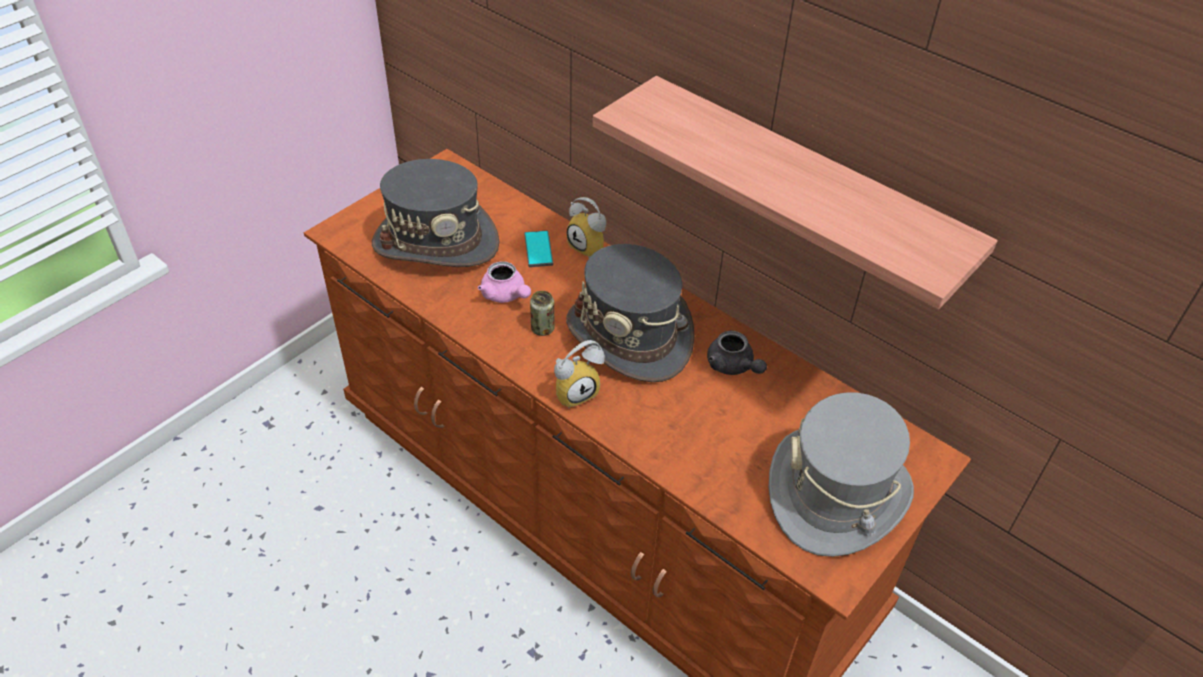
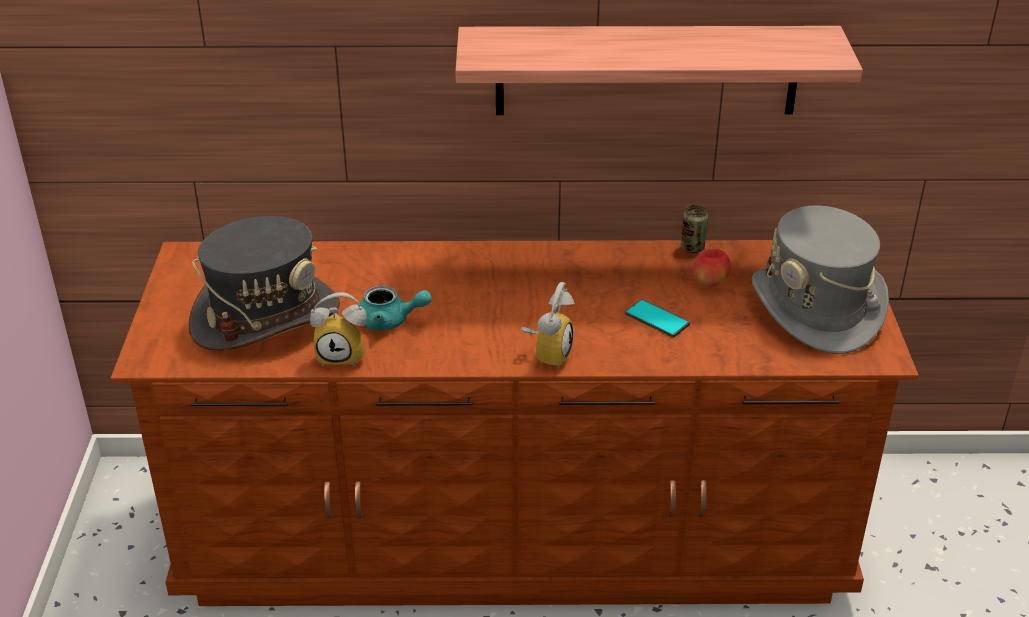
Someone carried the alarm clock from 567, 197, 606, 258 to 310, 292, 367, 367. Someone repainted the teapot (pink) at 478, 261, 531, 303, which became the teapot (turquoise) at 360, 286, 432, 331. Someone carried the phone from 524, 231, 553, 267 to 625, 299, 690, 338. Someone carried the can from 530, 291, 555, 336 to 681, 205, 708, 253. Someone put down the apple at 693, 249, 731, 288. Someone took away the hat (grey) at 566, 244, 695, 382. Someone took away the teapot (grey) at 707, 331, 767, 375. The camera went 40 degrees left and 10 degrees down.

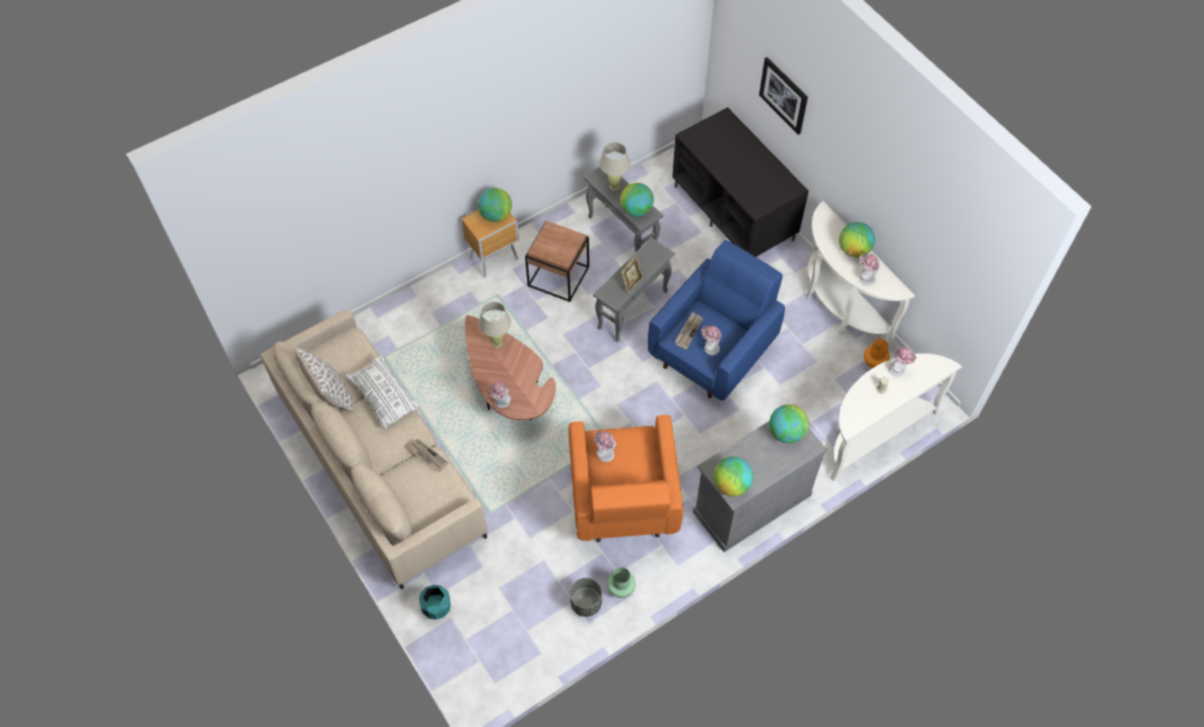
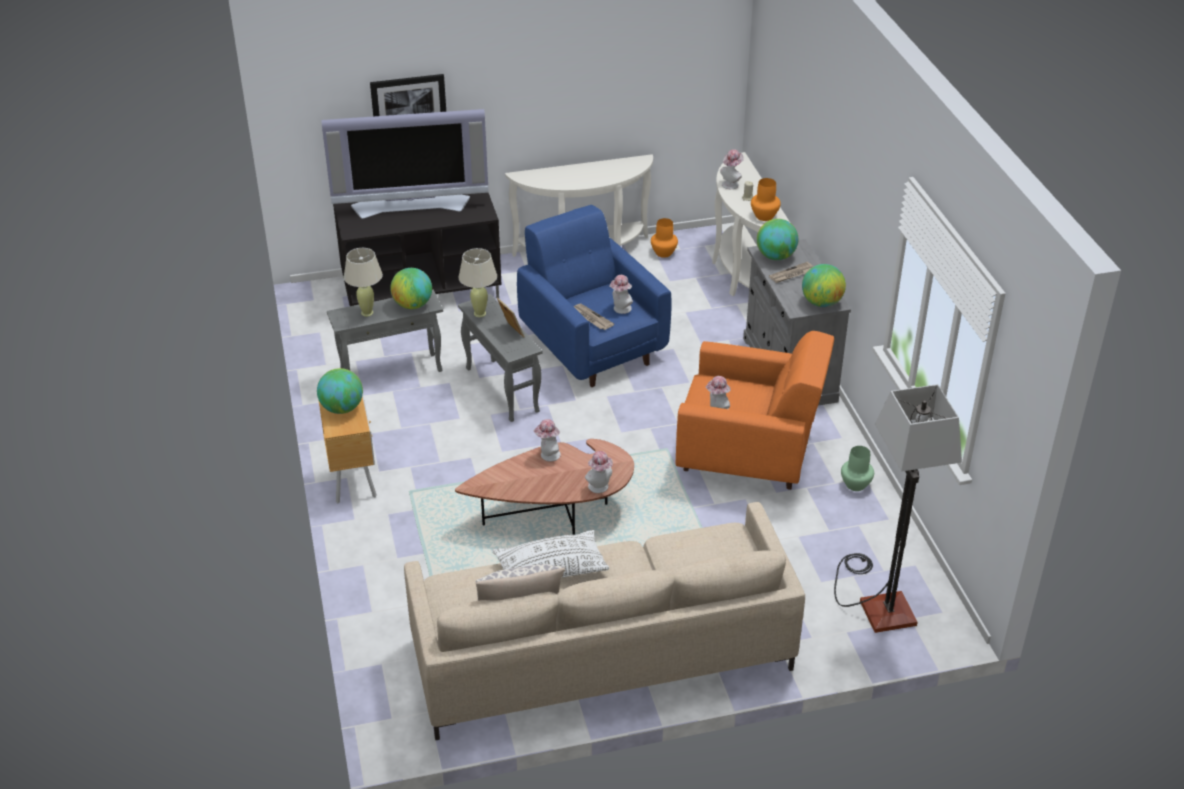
Someone put down the television at 321, 109, 489, 219. Someone carried the table lamp (beige) from 478, 302, 511, 348 to 458, 248, 497, 317. Someone carried the hat from 860, 254, 880, 286 to 533, 419, 561, 461. Someone put down the vase (orange) at 751, 178, 781, 221. Someone carried the newspaper from 408, 439, 449, 472 to 769, 262, 814, 283. Someone put down the floor lamp at 834, 384, 962, 633. Someone took away the planter (turquoise) at 419, 585, 451, 620. Someone took away the side table (brown) at 525, 221, 589, 302. Someone took away the planter (grey) at 570, 578, 602, 617. Someone took away the globe at 839, 222, 875, 257. The camera went 70 degrees left and 20 degrees down.

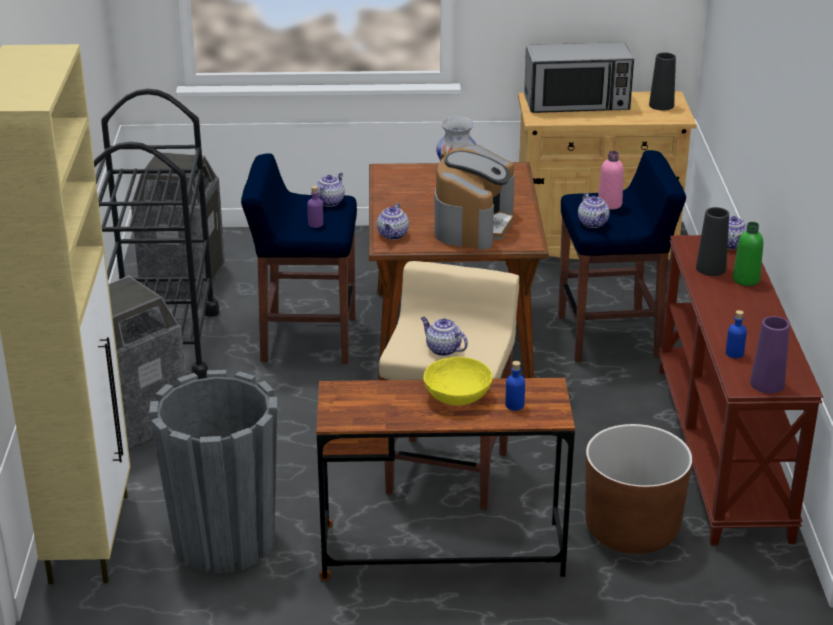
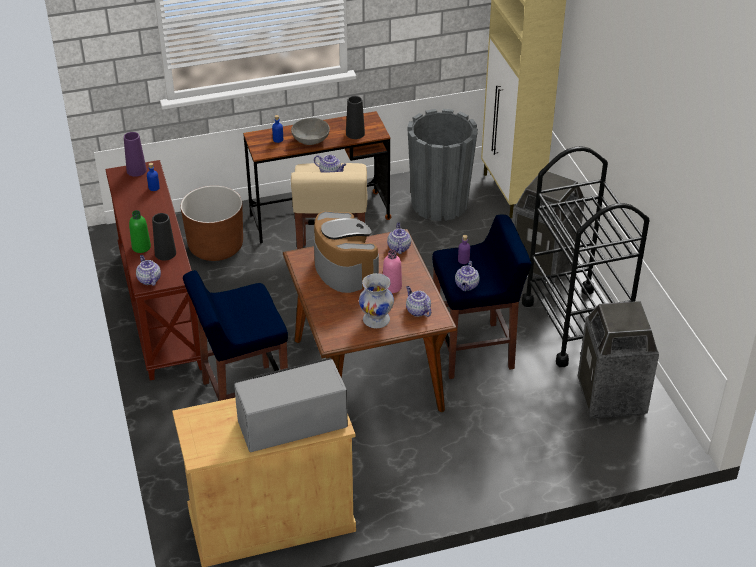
Someone repainted the bowl (yellow) at 423, 357, 493, 405, which became the bowl (grey) at 291, 118, 330, 145. Someone rotated the coffee machine at 434, 145, 515, 250 by 150 degrees clockwise. Someone carried the vase (black) from 649, 53, 676, 110 to 346, 96, 365, 139. Someone carried the bottle (pink) from 598, 151, 624, 210 to 383, 250, 402, 293. Someone carried the teapot from 578, 193, 610, 228 to 406, 286, 431, 317. The camera went 165 degrees right and 10 degrees up.

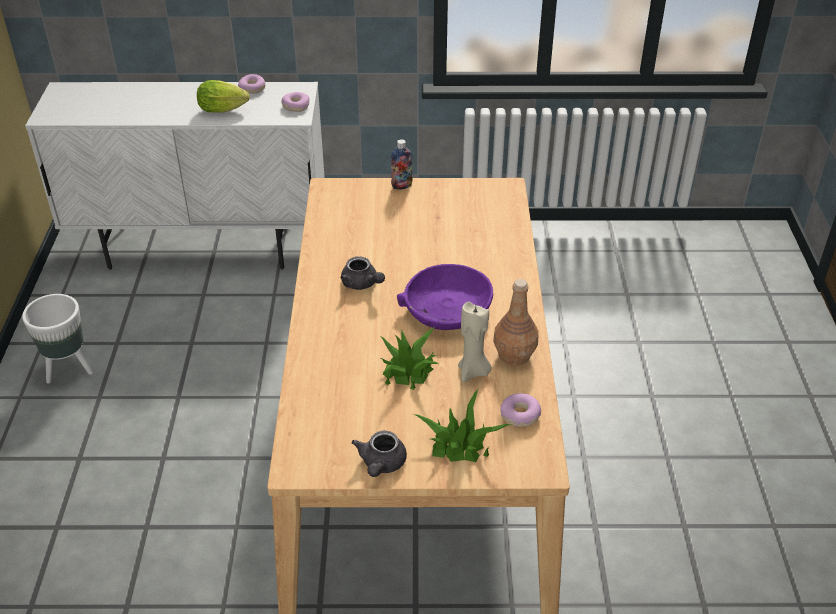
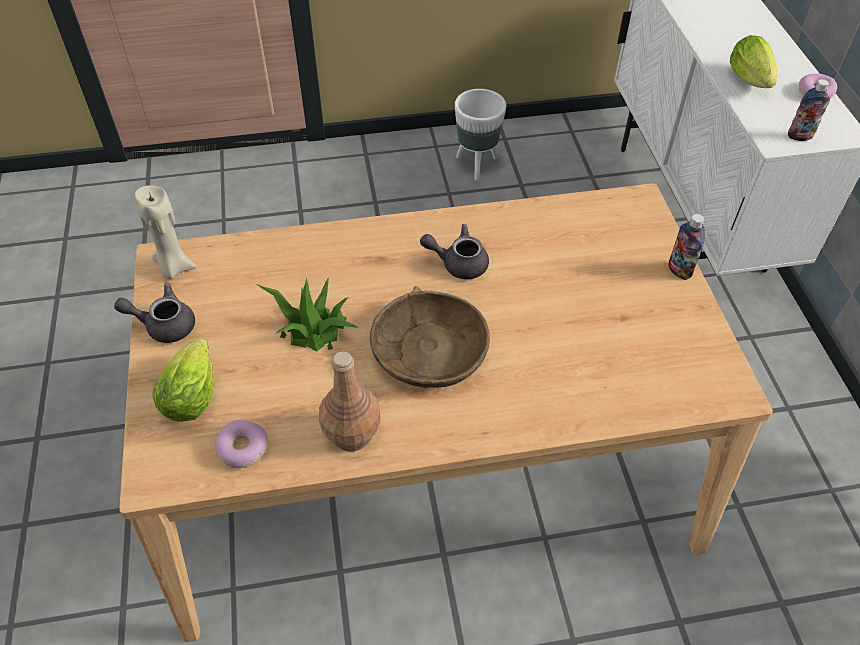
Someone carried the candle (beige) from 458, 302, 492, 382 to 134, 185, 197, 279. Someone swapped the potted plant at 413, 389, 512, 462 for the lettuce at 152, 338, 215, 421. Someone repainted the bowl (purple) at 397, 264, 493, 330, which became the bowl (brown) at 370, 286, 490, 388. Someone rotated the teapot (grey) at 340, 256, 385, 290 by 60 degrees clockwise. Someone swapped the donut at 281, 92, 310, 112 for the bottle at 788, 79, 830, 141. The camera went 80 degrees right and 10 degrees up.

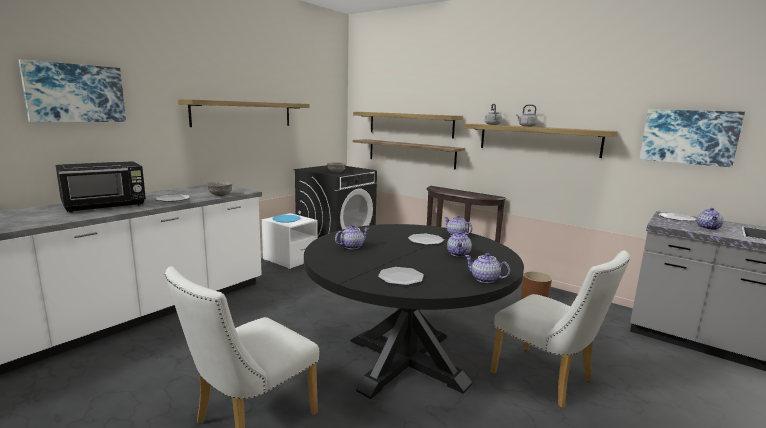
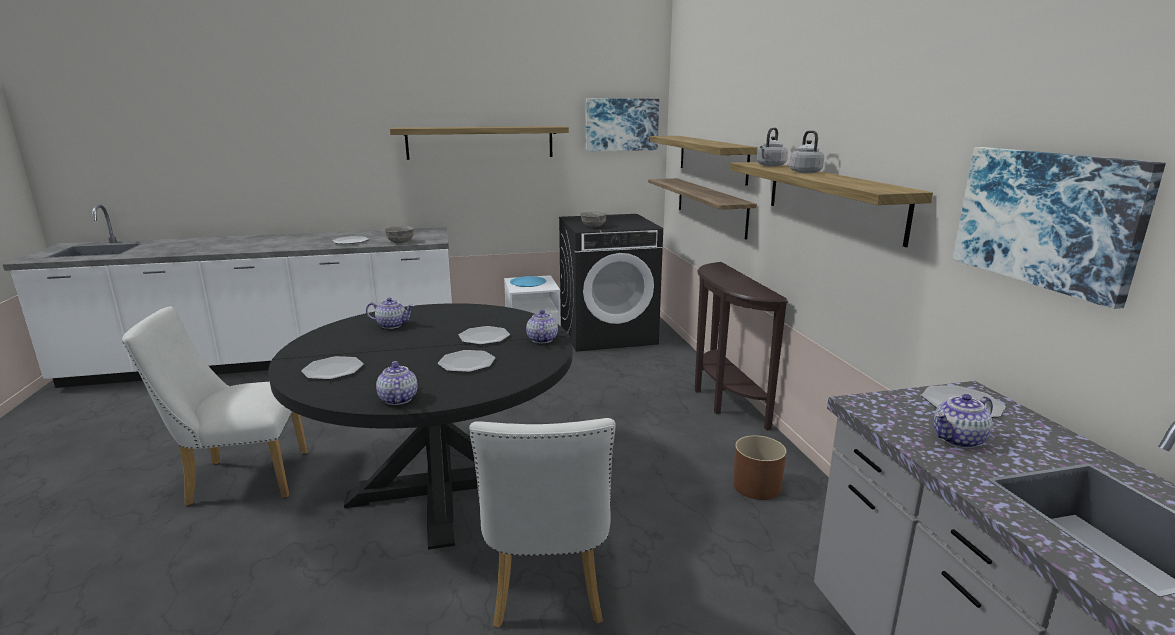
Someone swapped the teapot at 447, 231, 472, 257 for the plate at 438, 350, 495, 372. Someone carried the picture from 19, 59, 126, 122 to 586, 99, 659, 151. Someone took away the microwave (black) at 56, 161, 146, 213. The camera went 40 degrees right and 5 degrees up.

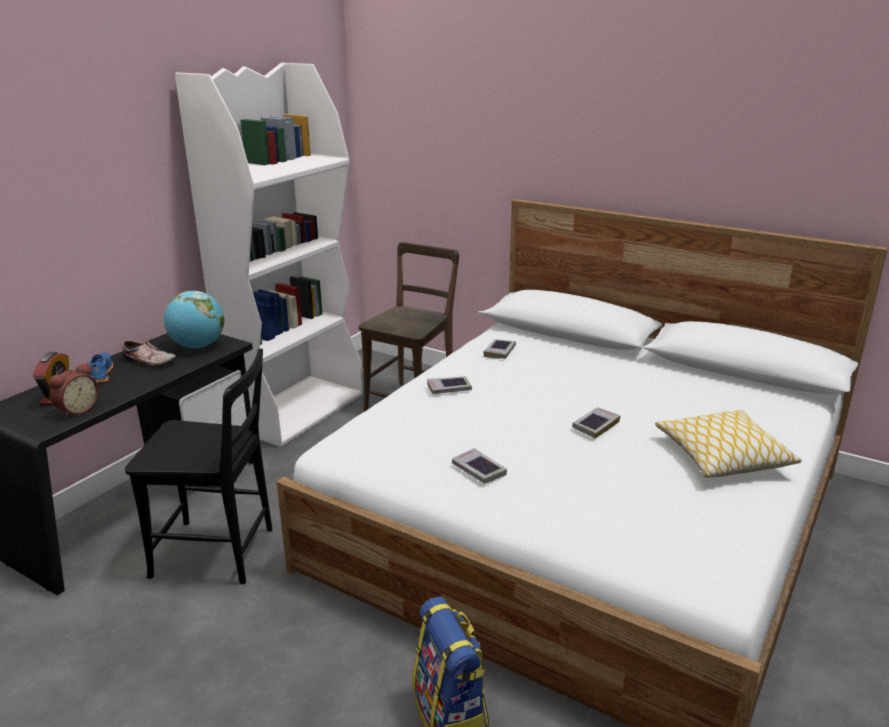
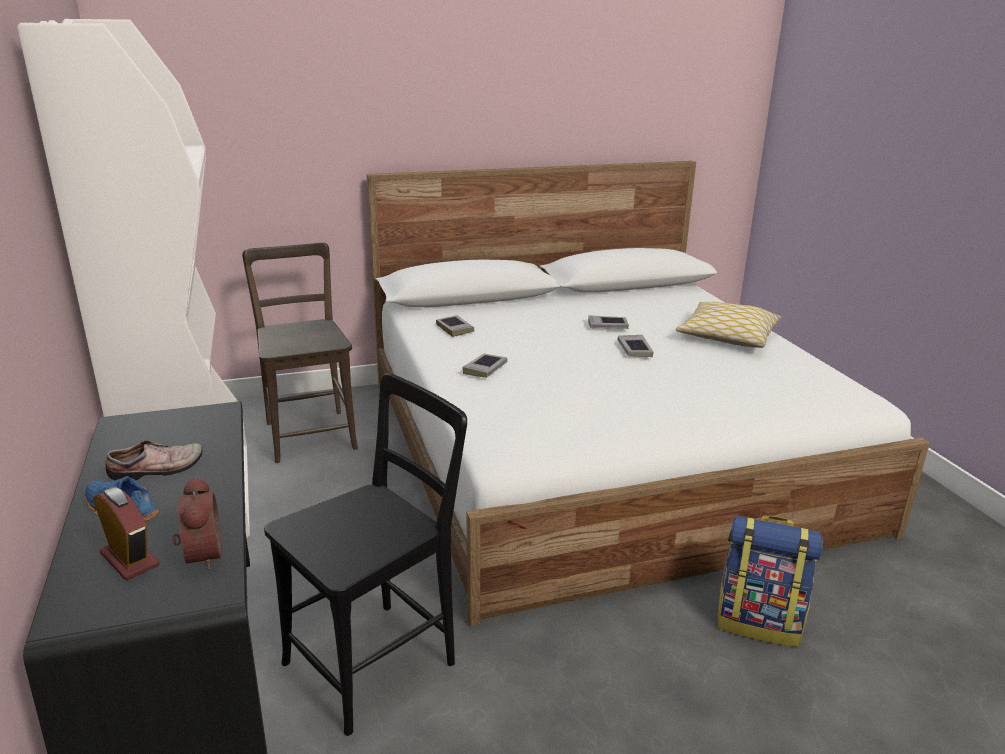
Someone carried the book from 452, 448, 507, 484 to 588, 315, 629, 329. Someone took away the globe at 164, 291, 224, 348. The camera went 50 degrees left and 0 degrees up.

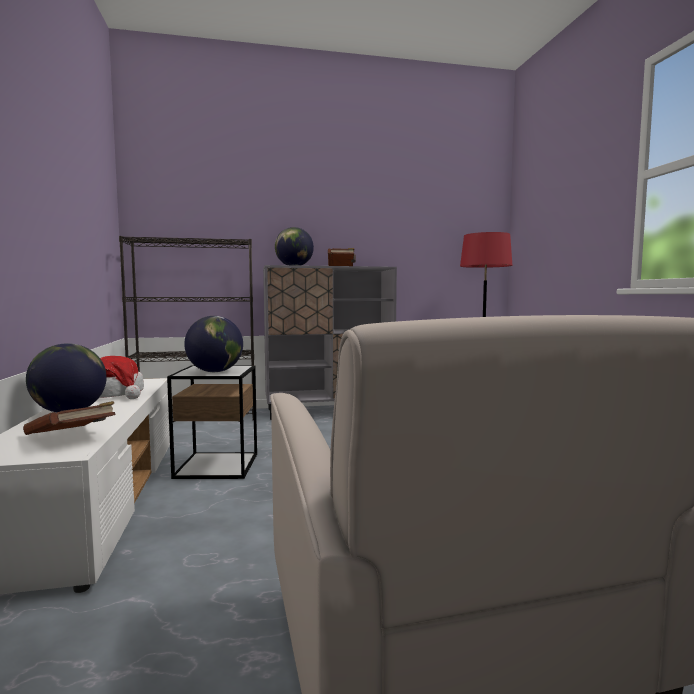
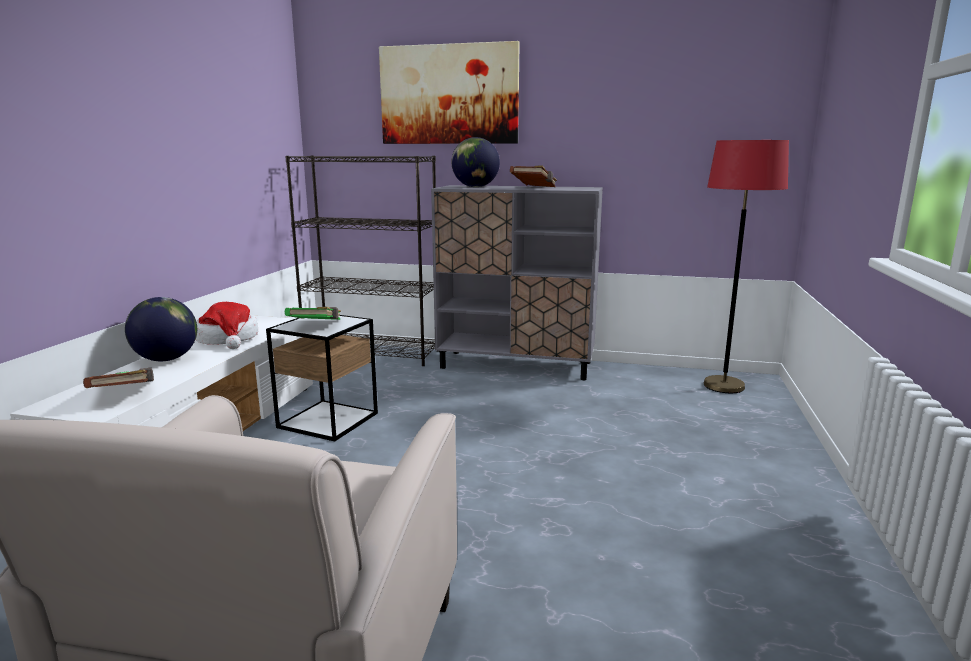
Someone swapped the globe at 184, 316, 243, 372 for the book (green) at 285, 307, 341, 320. Someone put up the picture at 379, 41, 520, 144. The camera went 25 degrees right and 10 degrees up.

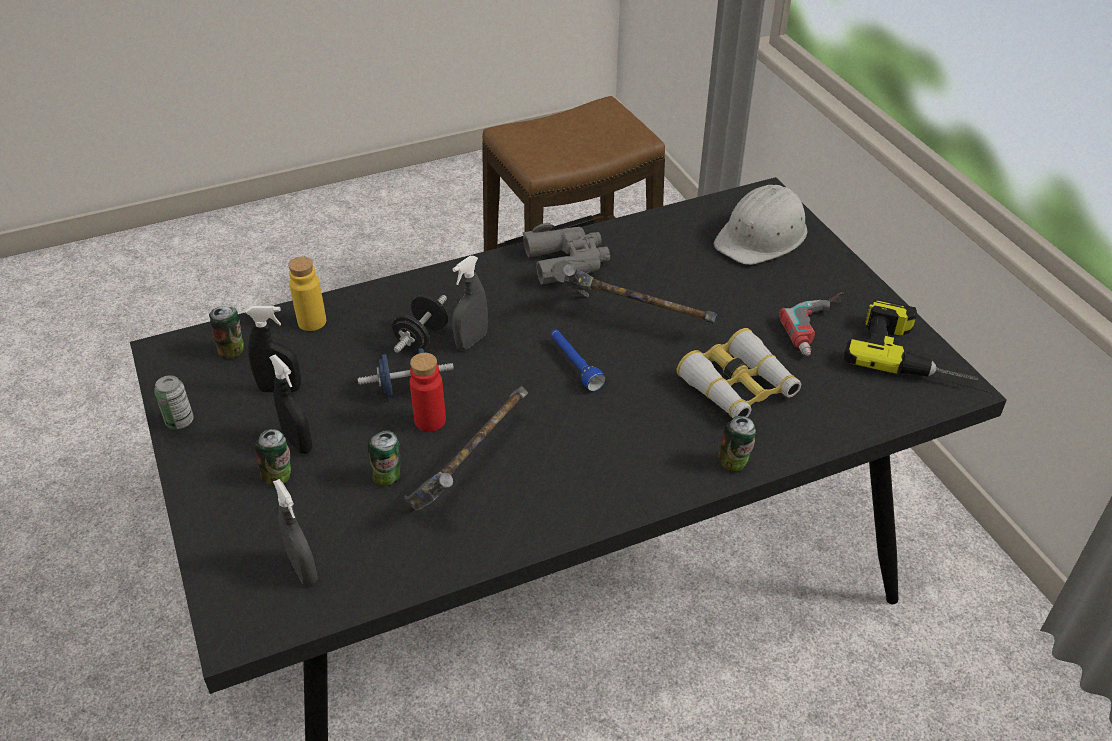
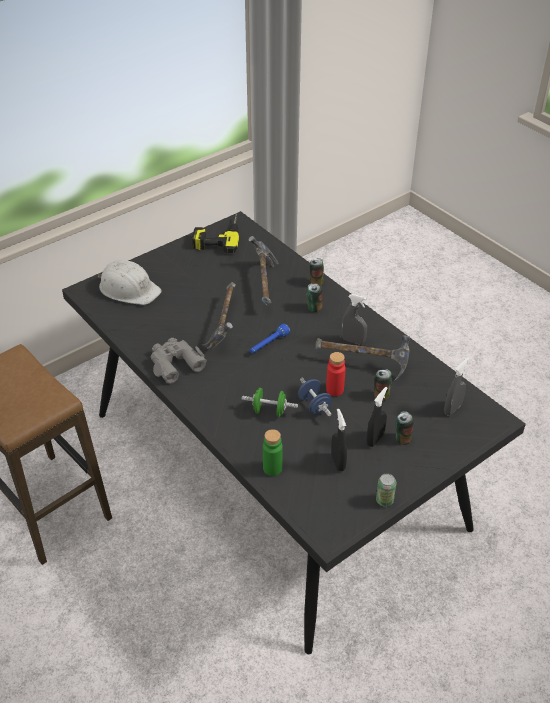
Someone repainted the dumbbell (black) at 392, 295, 448, 353, which became the dumbbell (green) at 242, 388, 298, 417. Someone swapped the binoculars at 677, 328, 801, 419 for the hammer at 249, 236, 279, 306. Someone repainted the bottle (yellow) at 288, 257, 326, 331, which became the bottle (green) at 263, 429, 283, 476. Someone carried the can from 209, 307, 244, 359 to 307, 283, 323, 312. Someone carried the spray bottle (grey) from 452, 256, 488, 350 to 342, 294, 367, 344. Someone took away the power drill at 779, 292, 844, 356. The camera went 105 degrees left and 0 degrees up.

